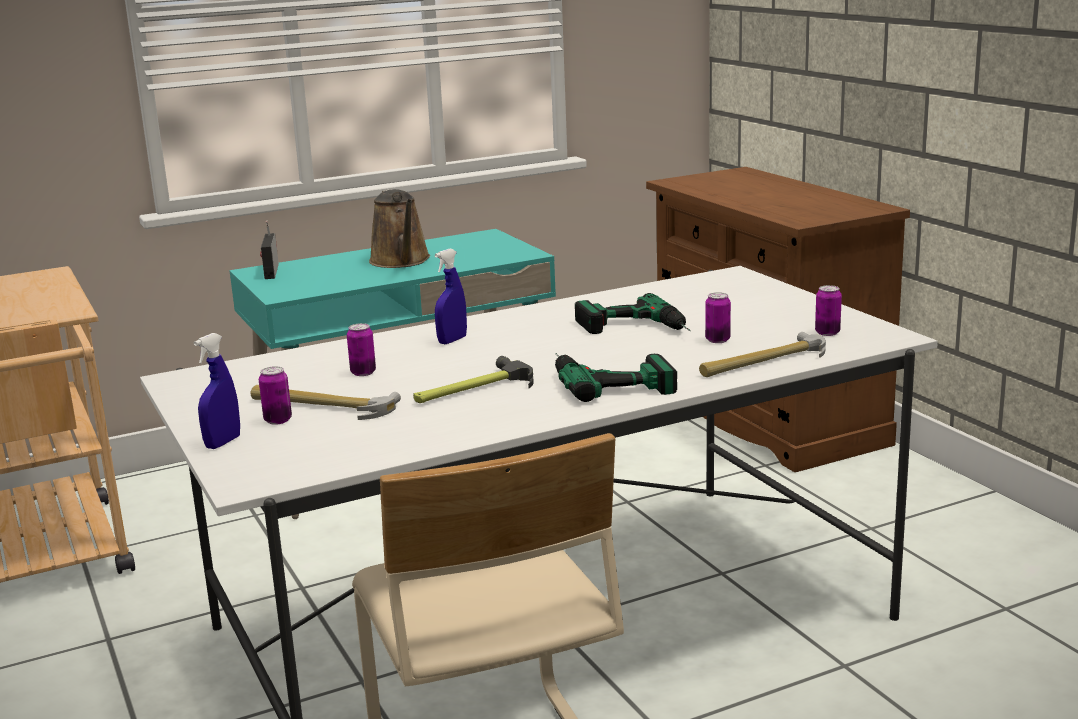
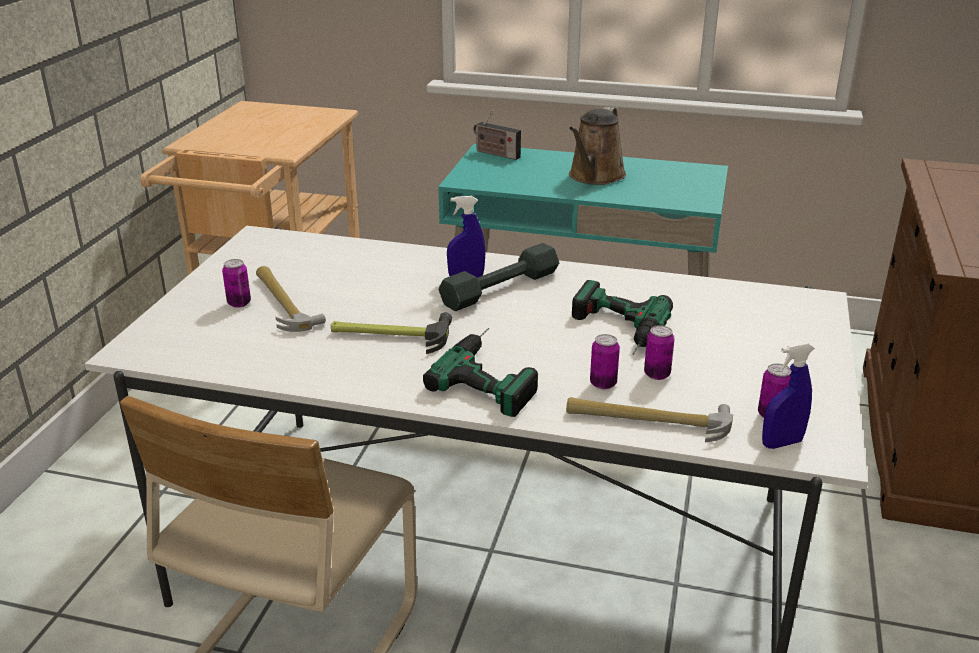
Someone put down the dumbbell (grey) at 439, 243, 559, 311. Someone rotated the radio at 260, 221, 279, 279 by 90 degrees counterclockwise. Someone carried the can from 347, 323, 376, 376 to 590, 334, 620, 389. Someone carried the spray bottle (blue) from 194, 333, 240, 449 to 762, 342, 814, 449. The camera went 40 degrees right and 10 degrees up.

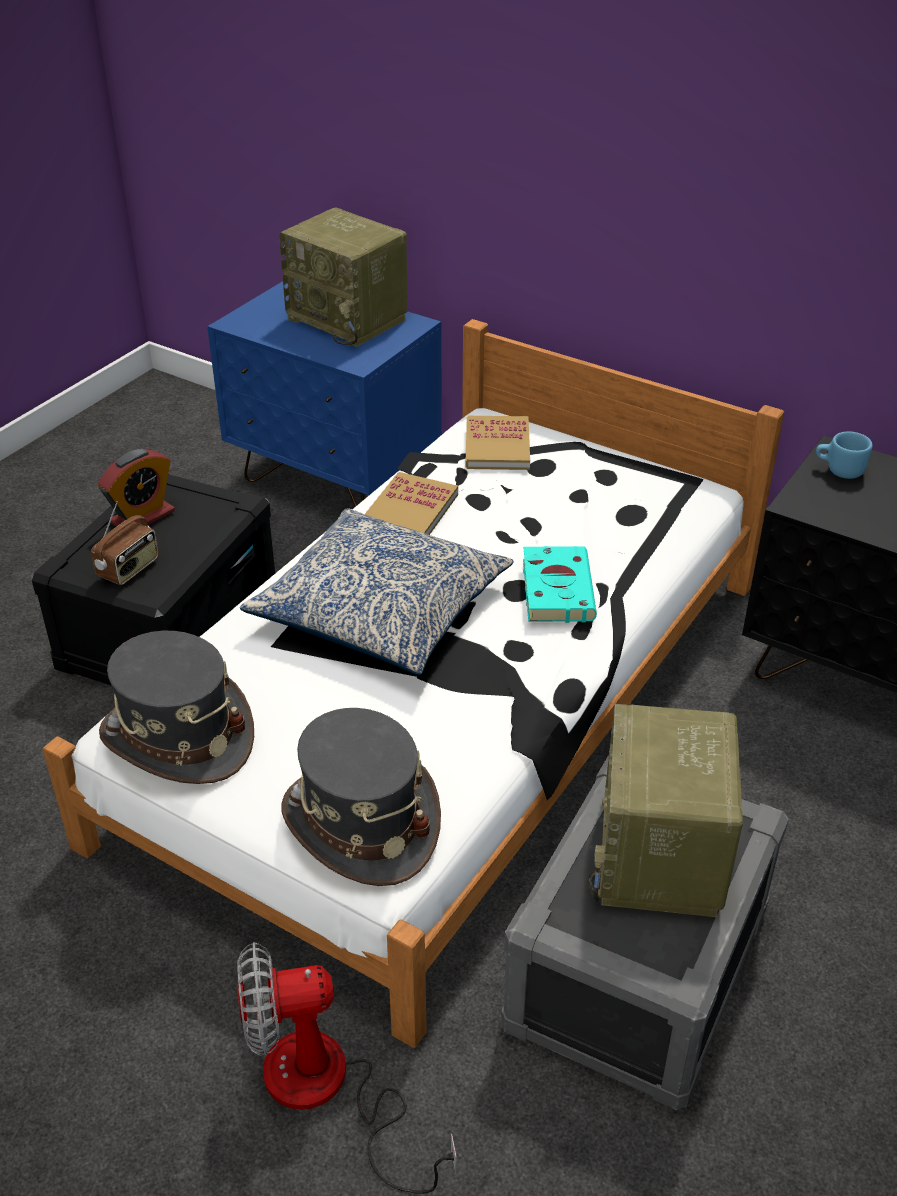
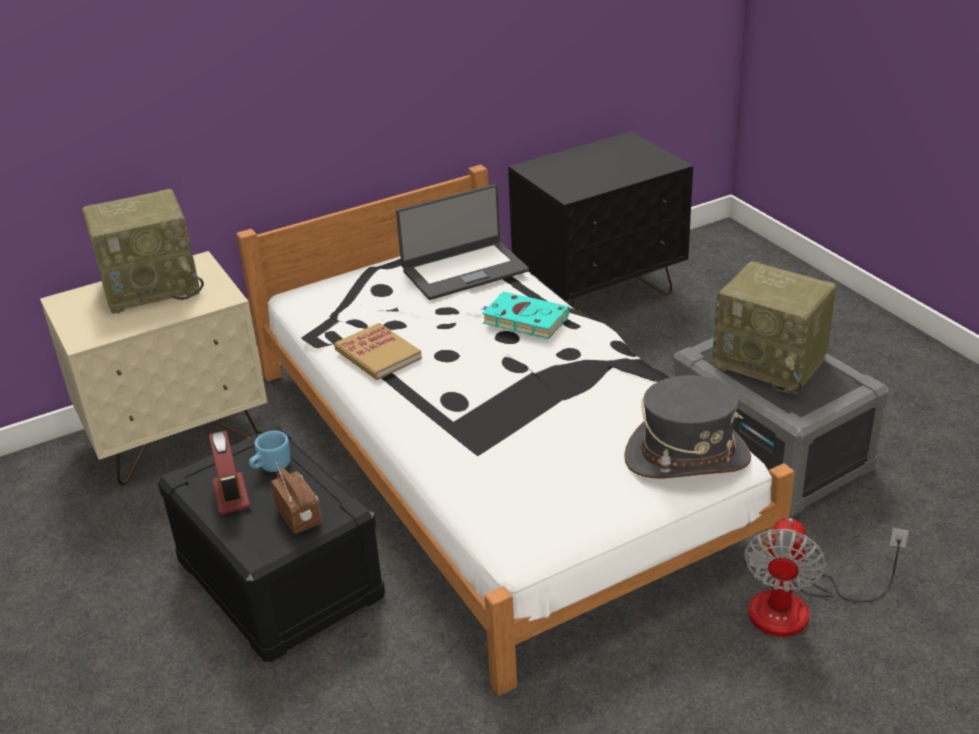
Someone repainted the nightstand (blue) at 207, 281, 442, 507, which became the nightstand (beige) at 40, 251, 267, 485. Someone carried the mug (blue) from 816, 431, 873, 479 to 249, 431, 291, 472. Someone put down the laptop at 396, 184, 529, 300. Someone took away the hat (grey) at 99, 631, 254, 784. Someone took away the pillow at 240, 508, 514, 675. Someone took away the book at 465, 416, 530, 470. The camera went 60 degrees left and 5 degrees down.

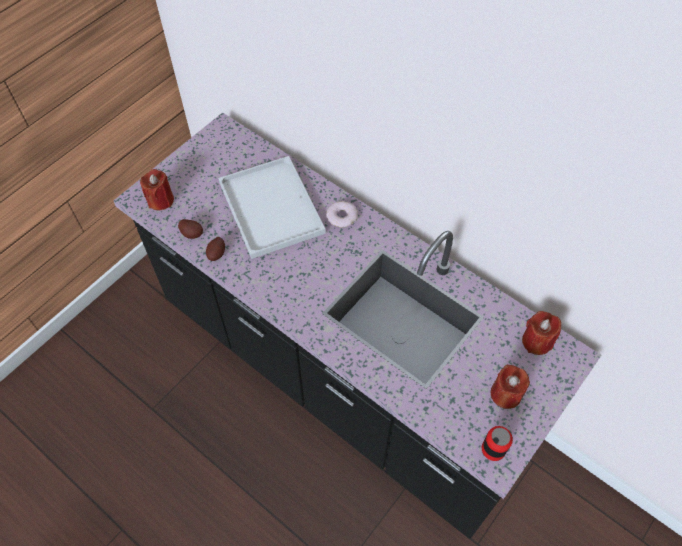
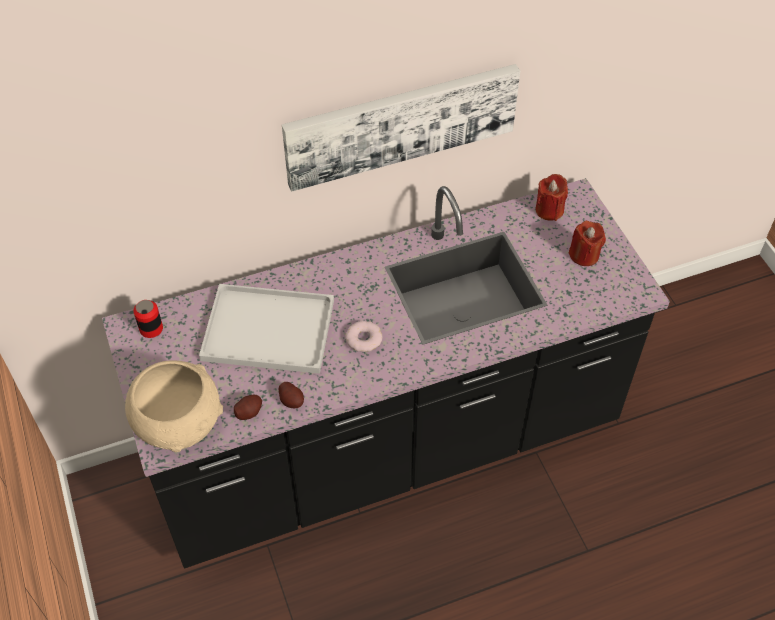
Someone swapped the candle (red) at 140, 169, 174, 210 for the bowl (beige) at 125, 360, 223, 452. Someone carried the can from 482, 426, 513, 461 to 133, 300, 163, 338. Someone put up the picture at 282, 64, 520, 192. Someone carried the donut from 326, 201, 358, 228 to 345, 321, 382, 352. The camera went 60 degrees left and 5 degrees down.

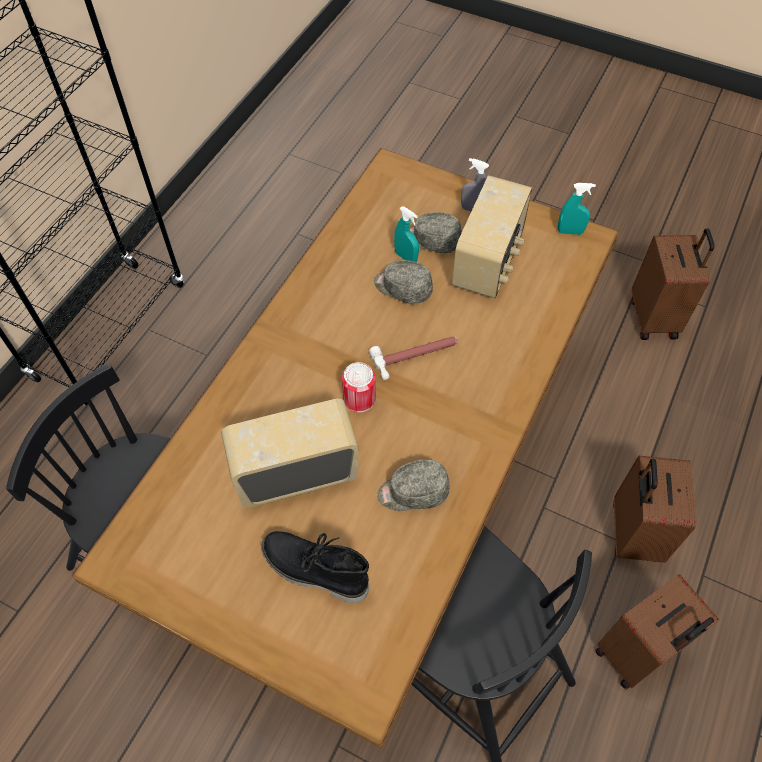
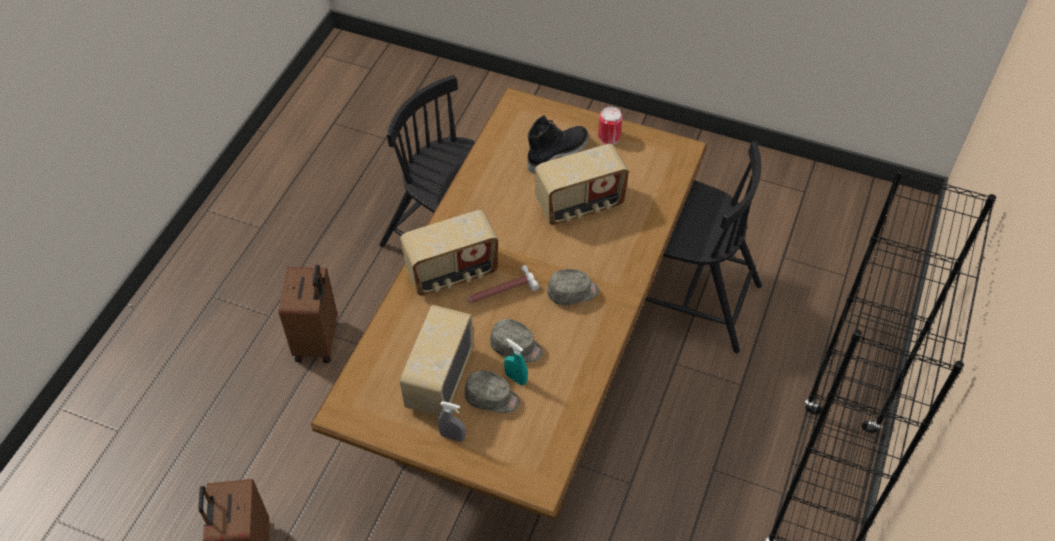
Someone put down the radio at 400, 210, 498, 296. Someone rotated the boot (black) at 261, 531, 369, 603 by 60 degrees counterclockwise. Someone carried the cap (grey) from 377, 459, 450, 511 to 547, 269, 599, 305. Someone carried the can from 342, 362, 376, 413 to 598, 107, 622, 144. Someone took away the spray bottle (turquoise) at 558, 183, 596, 235. Someone took away the suitcase (brown) at 595, 574, 719, 689. The camera went 175 degrees right and 5 degrees down.

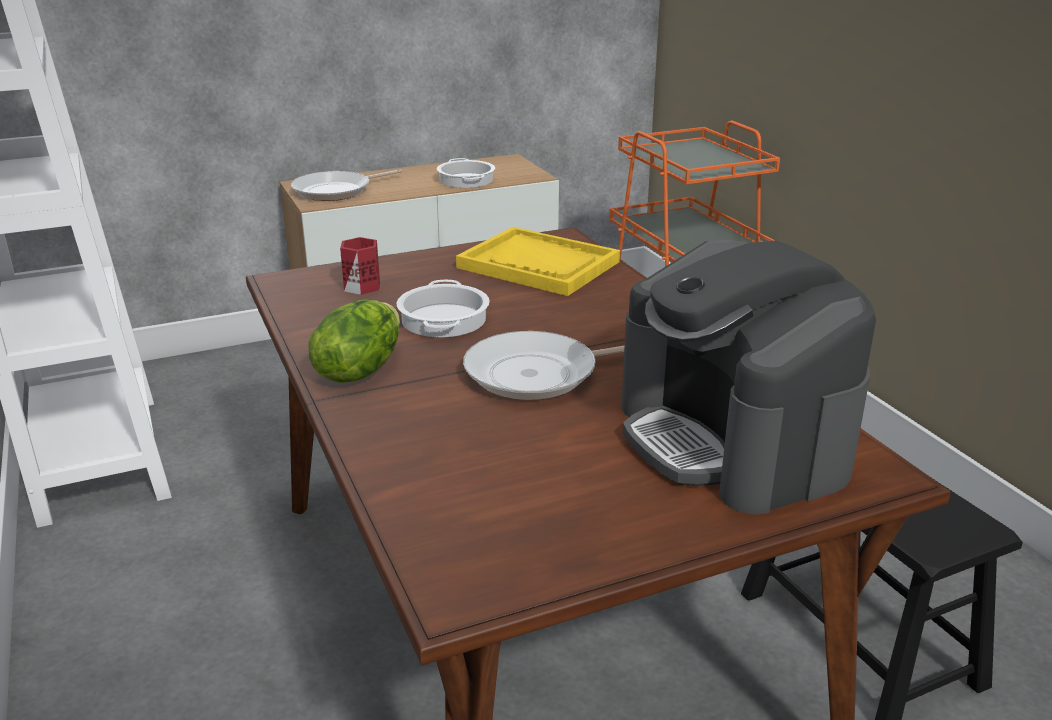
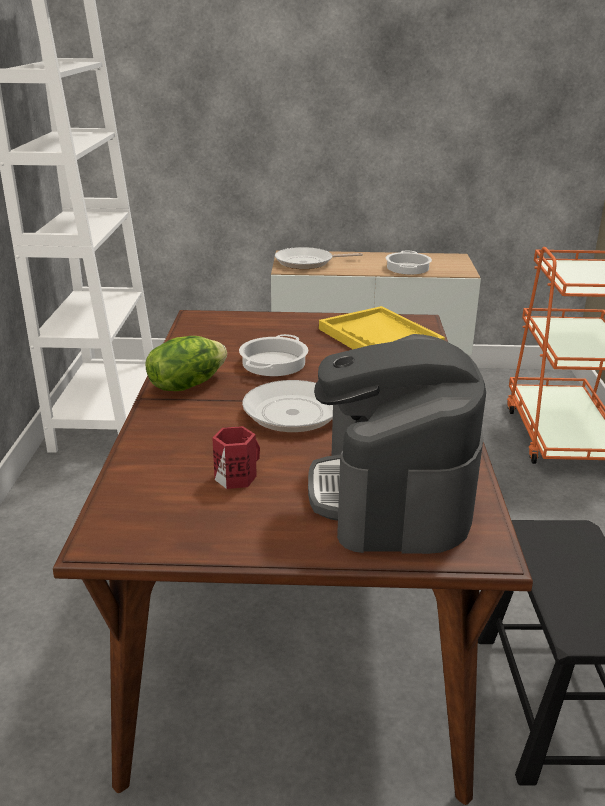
Someone carried the mug (red) from 340, 237, 380, 295 to 212, 426, 260, 489. The camera went 25 degrees right and 0 degrees up.

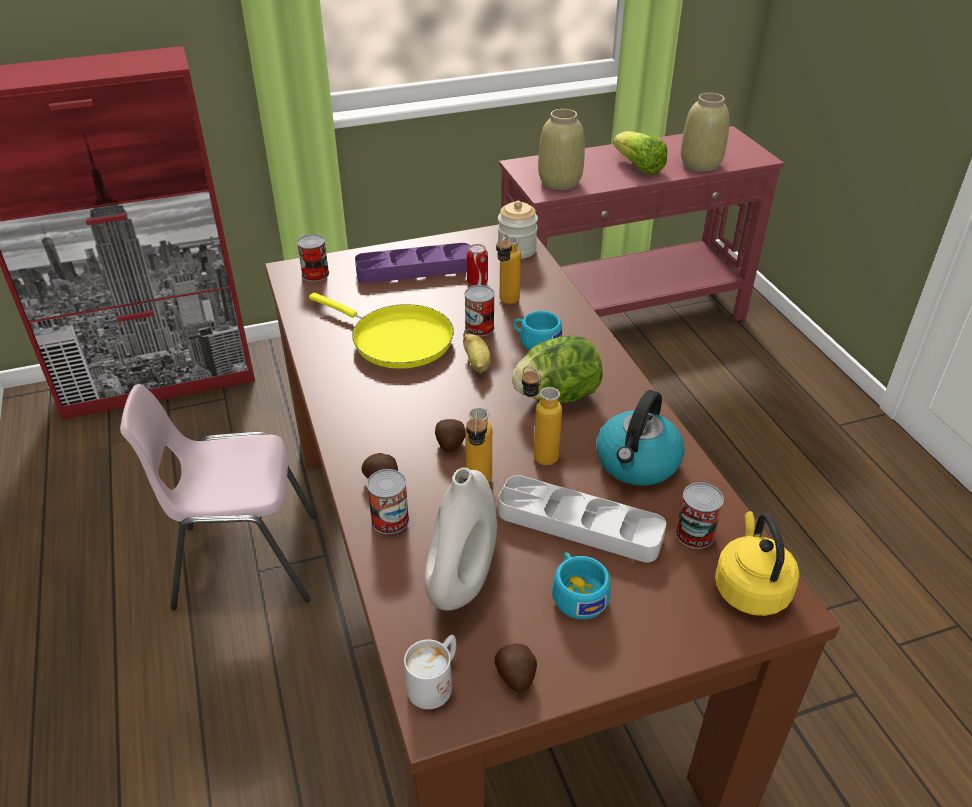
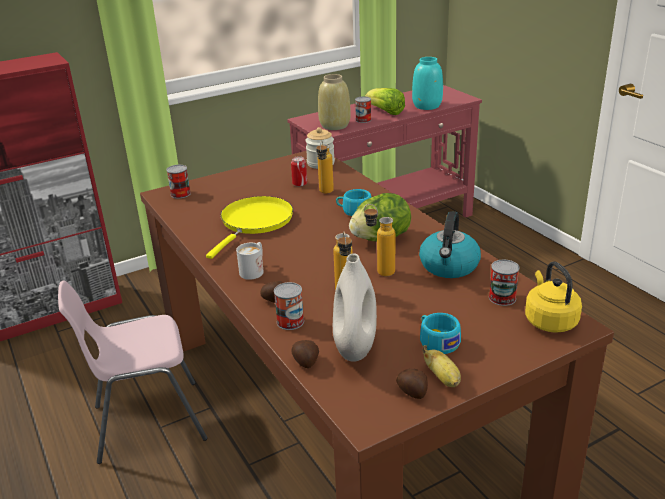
Someone rotated the frying pan (yellow) at 309, 293, 454, 368 by 90 degrees counterclockwise. Someone carried the mug (white) from 404, 635, 456, 709 to 236, 242, 264, 280. Someone carried the potato from 435, 419, 465, 453 to 292, 340, 319, 368. Someone carried the can from 464, 285, 495, 336 to 355, 96, 371, 123. Someone repainted the vase (beige) at 681, 93, 730, 172, which became the vase (turquoise) at 412, 57, 443, 110. Someone carried the banana from 463, 329, 491, 373 to 422, 345, 461, 387. Someone took away the tray (purple) at 355, 243, 470, 283. Someone took away the tray (grey) at 498, 475, 666, 563. The camera went 10 degrees left and 10 degrees down.

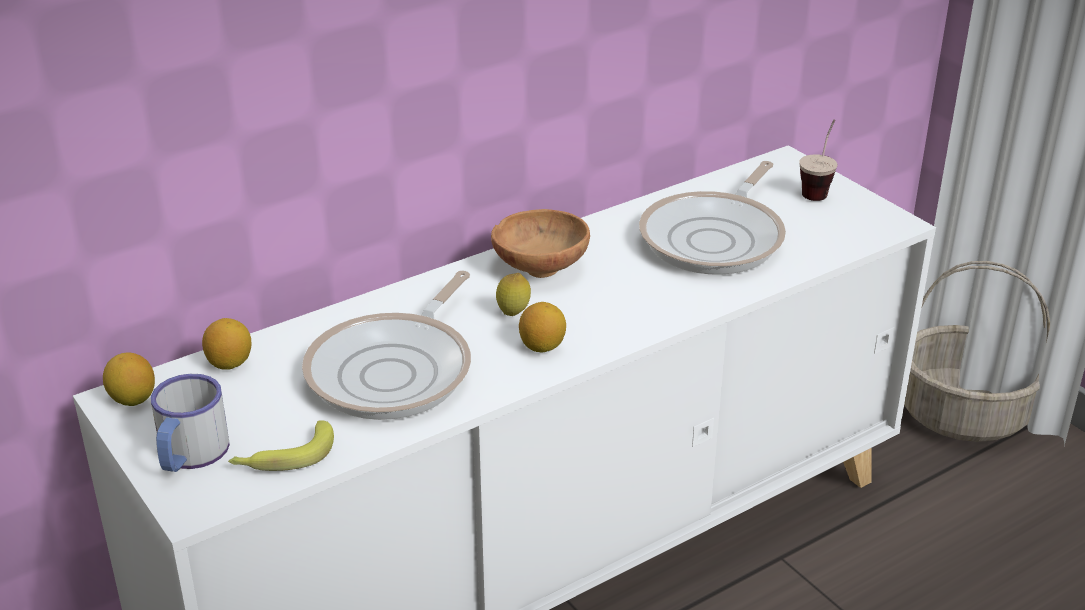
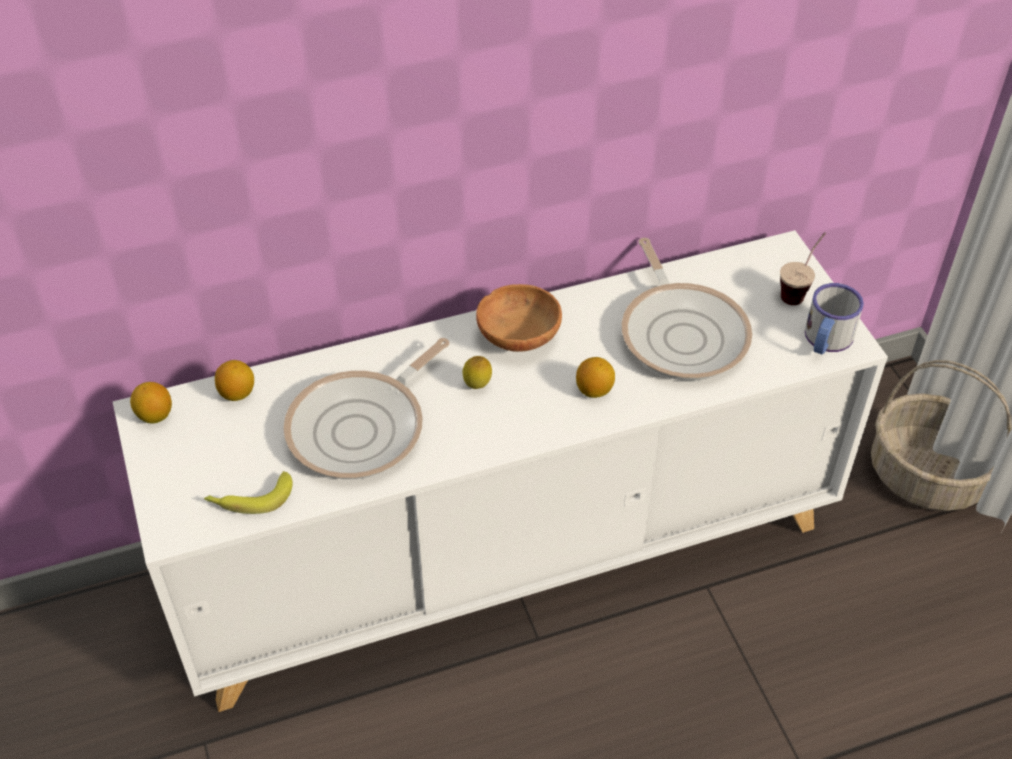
Someone carried the lemon from 519, 302, 566, 353 to 576, 357, 615, 398. Someone rotated the frying pan at 639, 161, 786, 275 by 60 degrees counterclockwise. Someone carried the mug from 151, 374, 230, 472 to 805, 283, 864, 355. The camera went 15 degrees right and 15 degrees up.

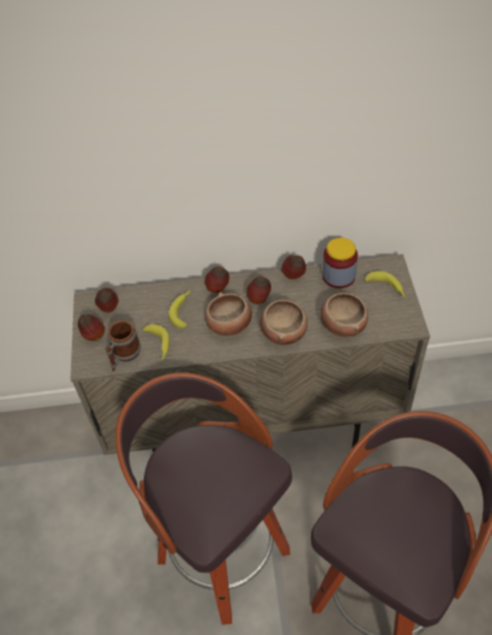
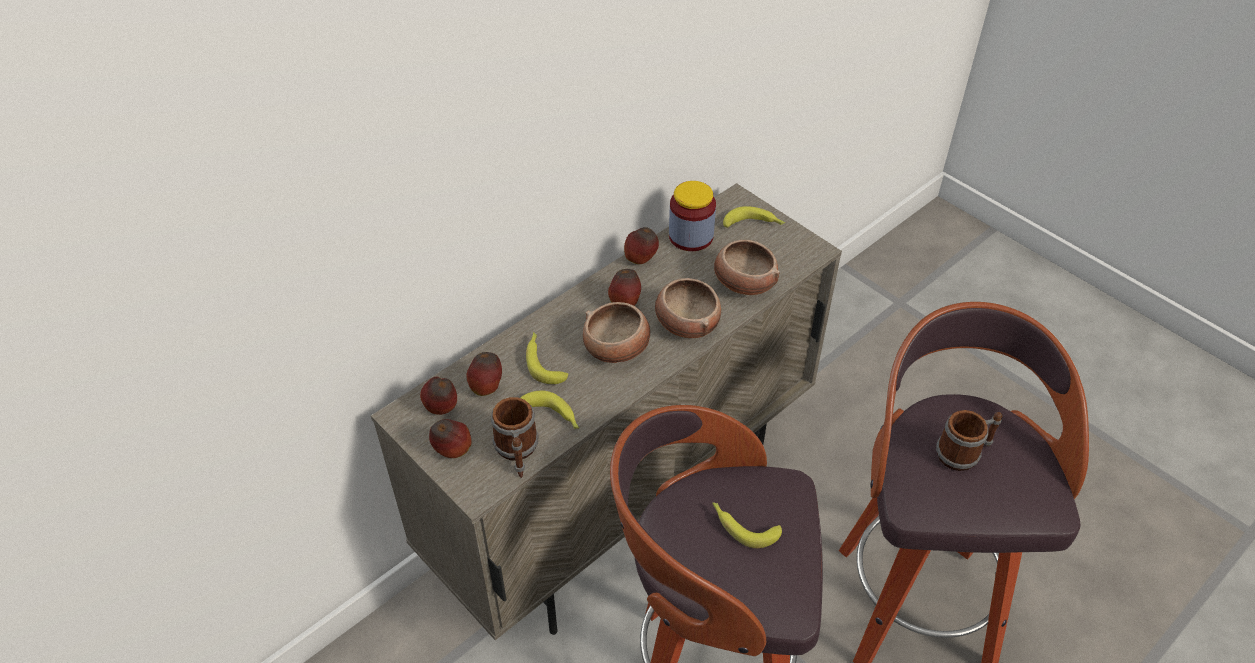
Someone carried the apple from 205, 266, 229, 293 to 466, 352, 502, 396. Someone put down the banana at 712, 503, 782, 548. Someone put down the mug at 936, 410, 1003, 471. The camera went 40 degrees left and 5 degrees down.

